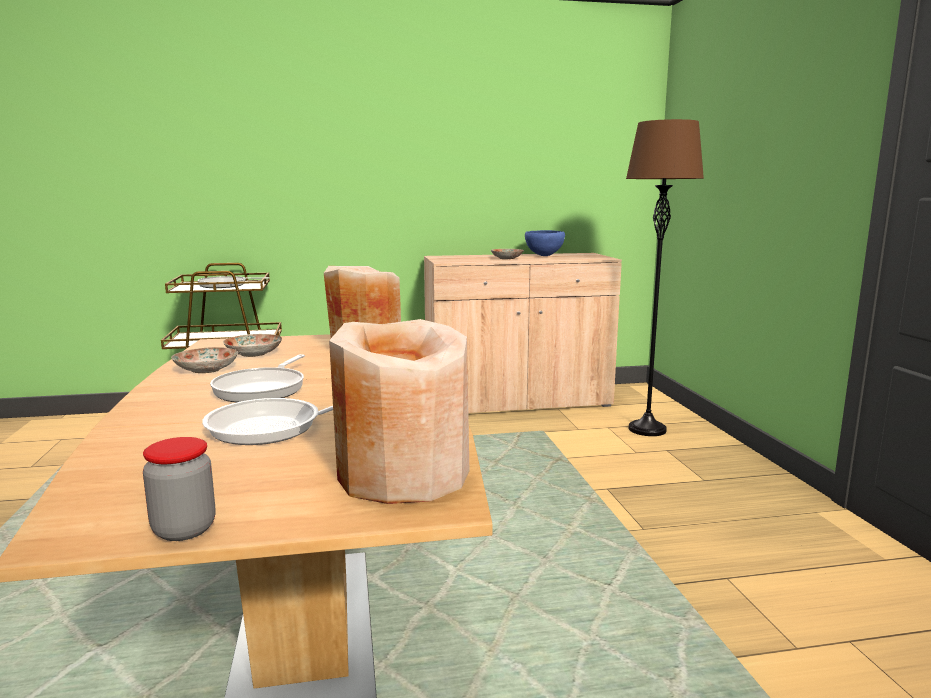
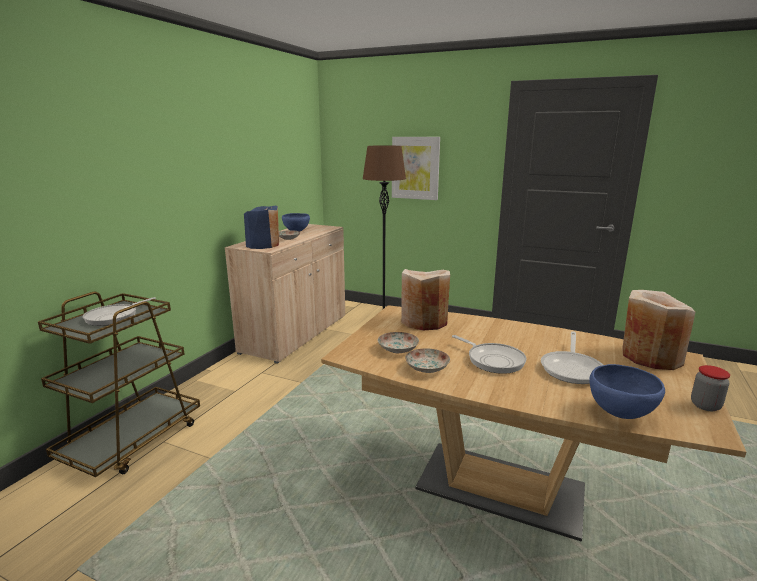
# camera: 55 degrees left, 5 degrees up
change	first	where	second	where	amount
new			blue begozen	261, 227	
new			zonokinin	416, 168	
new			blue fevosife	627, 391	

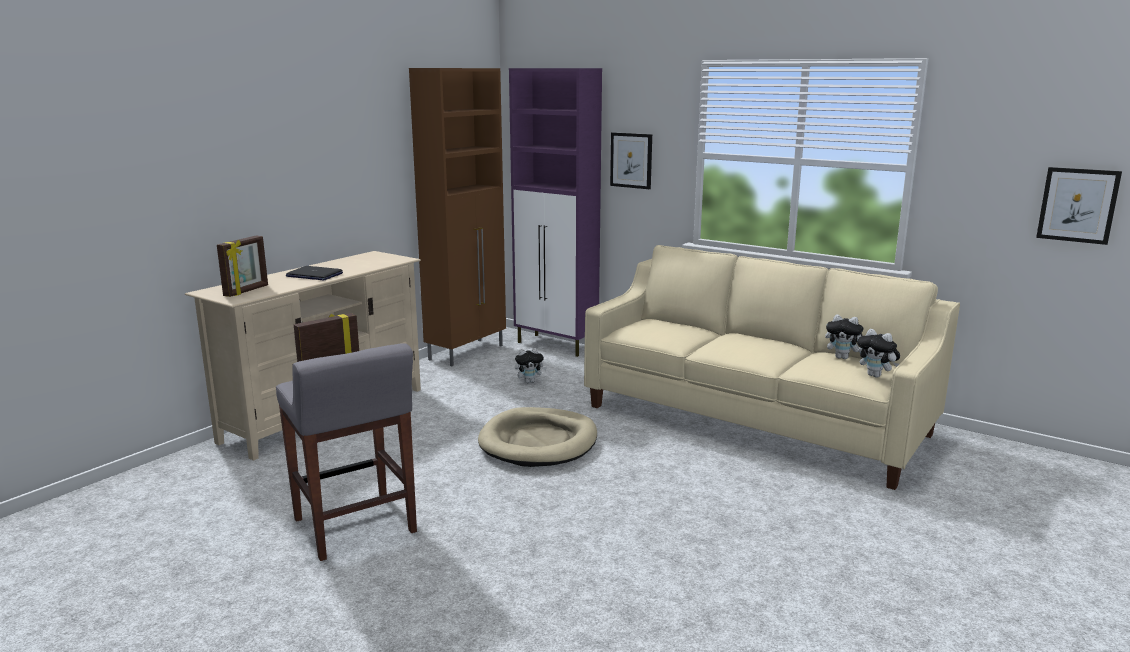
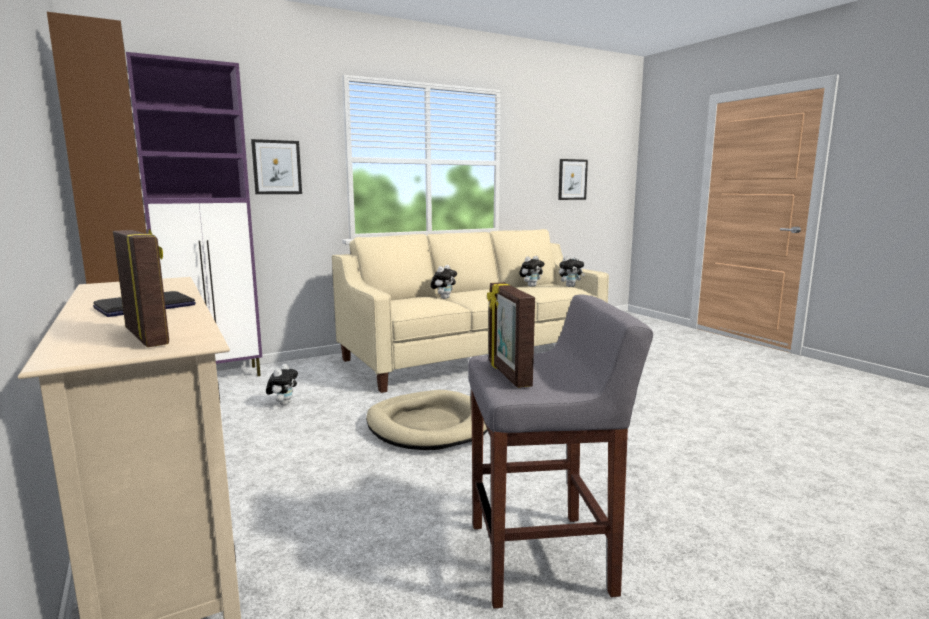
# camera: 65 degrees left, 5 degrees down
change	first	where	second	where	amount
new			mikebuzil	444, 282	

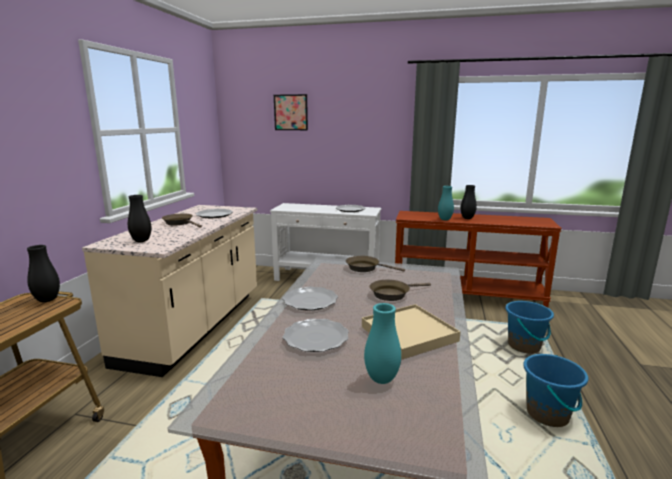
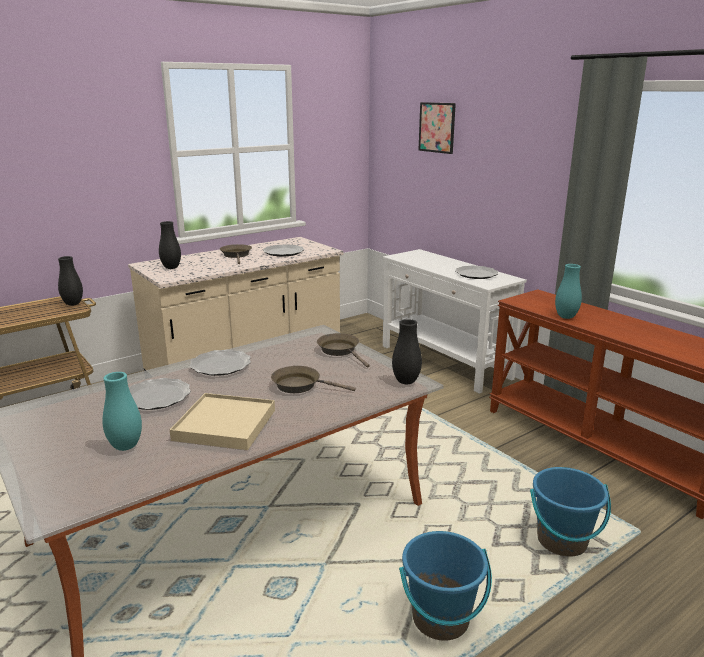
# camera: 40 degrees right, 5 degrees up
change	first	where	second	where	amount
shifted	black begozen	468, 202		407, 351	

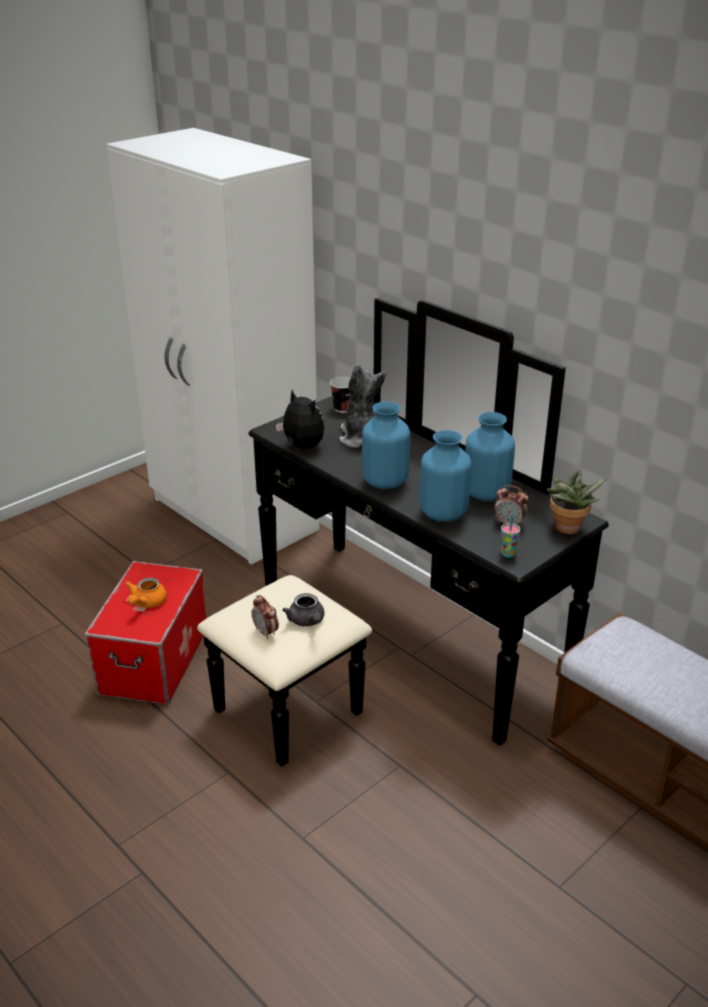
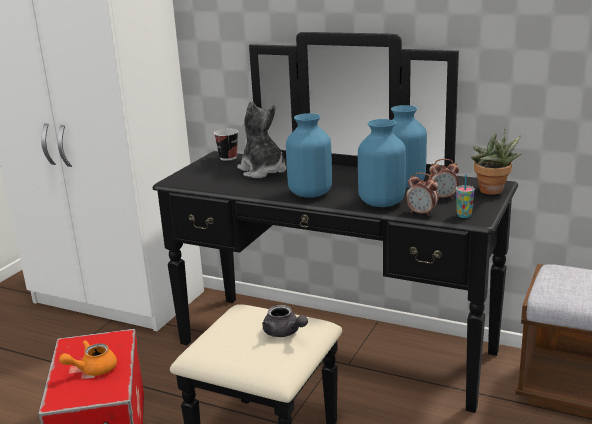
# camera: 20 degrees left, 10 degrees down
change	first	where	second	where	amount
gone	mikebuzil	300, 419			
shifted	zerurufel	265, 617		422, 194	
rotated	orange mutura	146, 592		88, 358	60 degrees clockwise

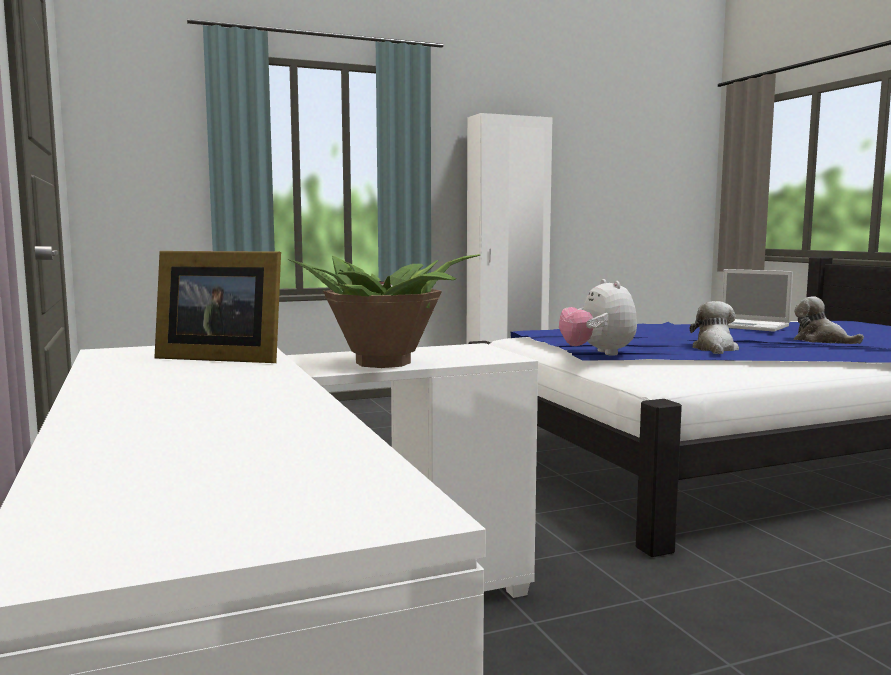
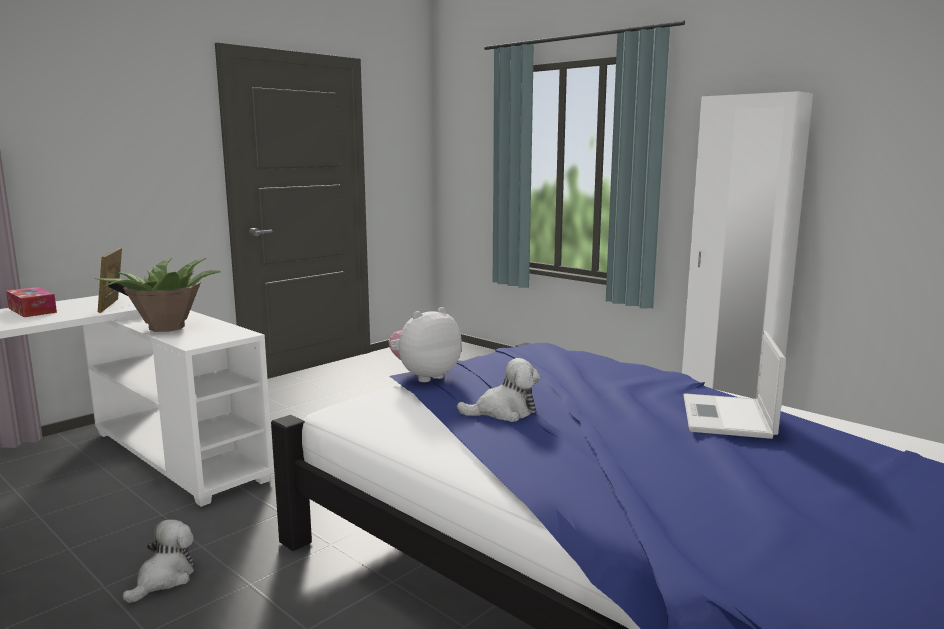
# camera: 65 degrees right, 5 degrees up
change	first	where	second	where	amount
new			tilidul	31, 302	
shifted	mikebuzil	829, 320		158, 561	

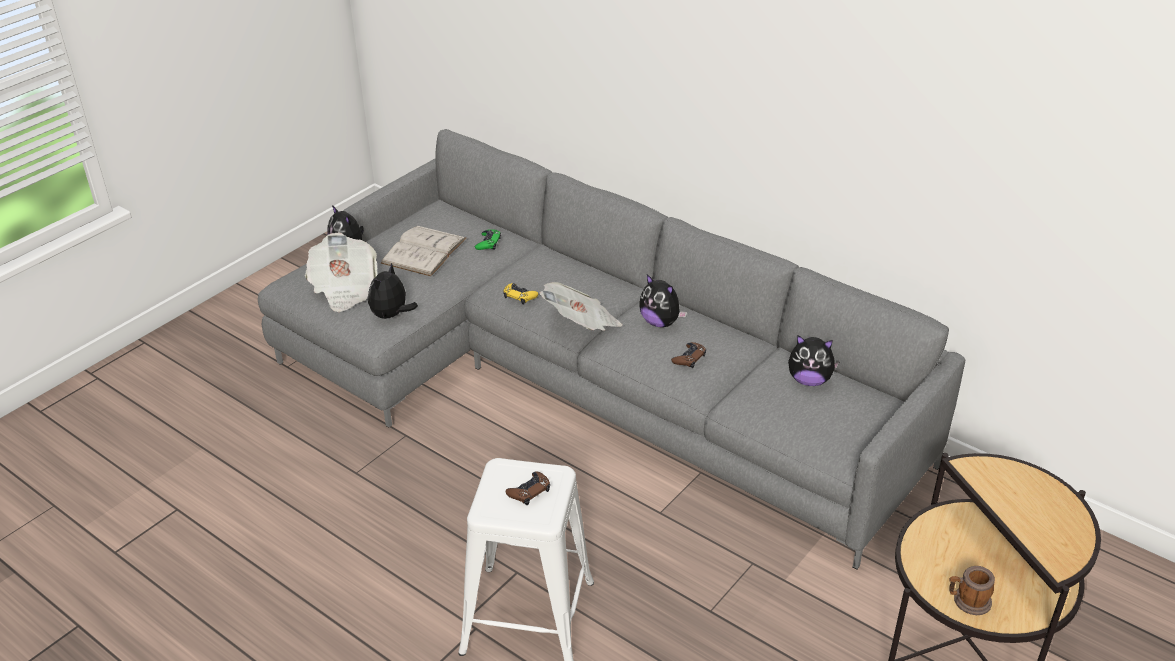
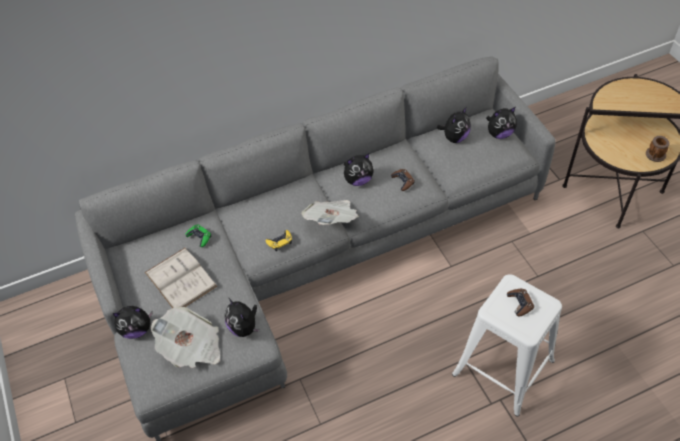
# camera: 60 degrees left, 15 degrees up
change	first	where	second	where	amount
new			mikebuzil	501, 123	

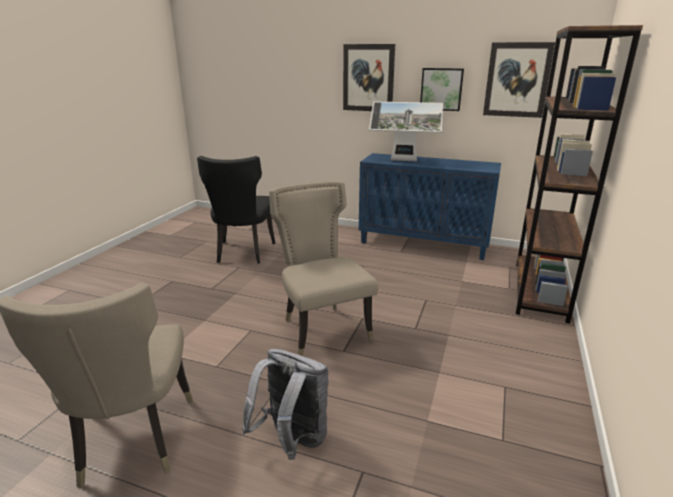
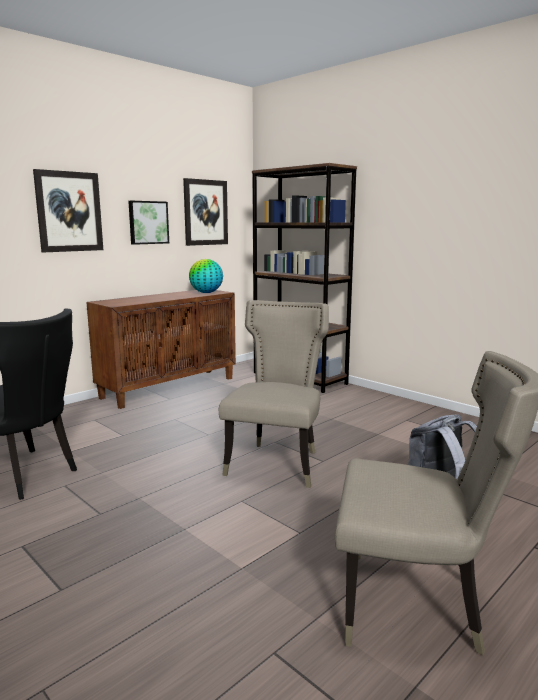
# camera: 65 degrees left, 10 degrees down
change	first	where	second	where	amount
gone	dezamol	406, 131			
new			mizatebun	206, 276	
repainted	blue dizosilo	430, 206	brown dizosilo	161, 349	
rotated	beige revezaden	323, 268		274, 394	105 degrees clockwise

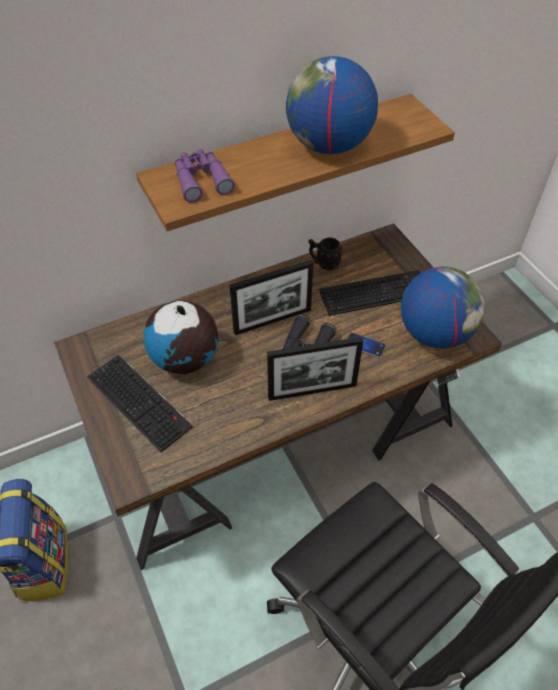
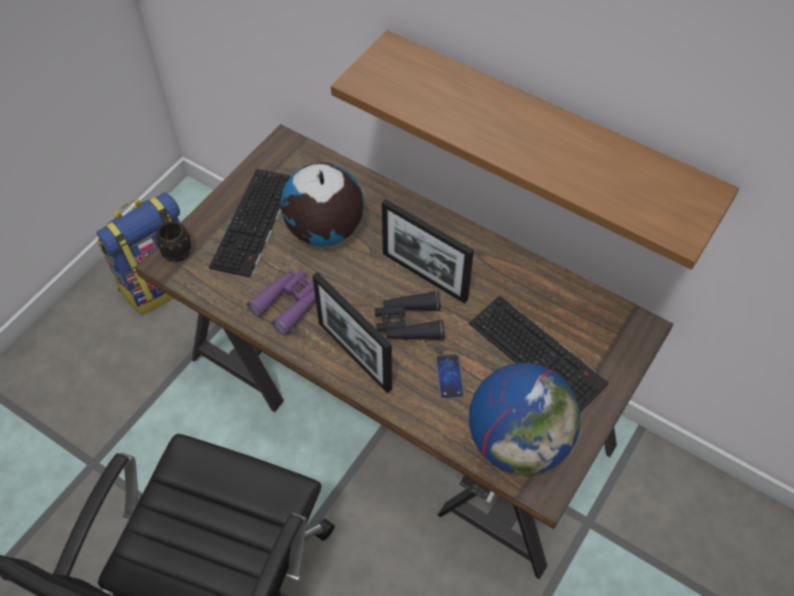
# camera: 60 degrees right, 5 degrees up
change	first	where	second	where	amount
gone	mizatebun	332, 105			
shifted	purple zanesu	205, 176		281, 302	
shifted	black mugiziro	325, 253		173, 235	

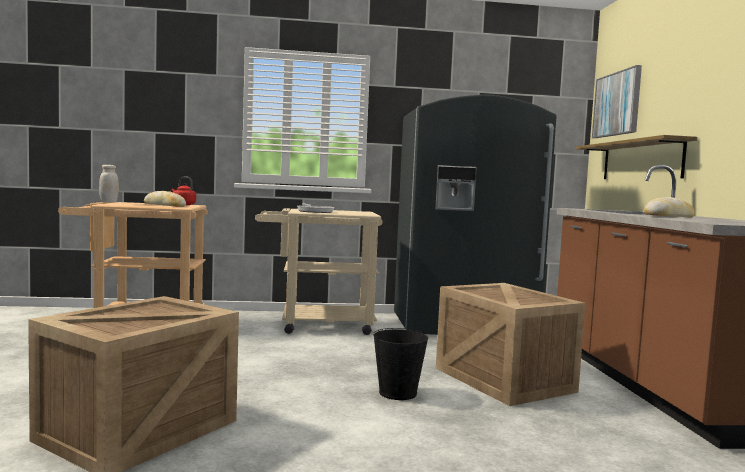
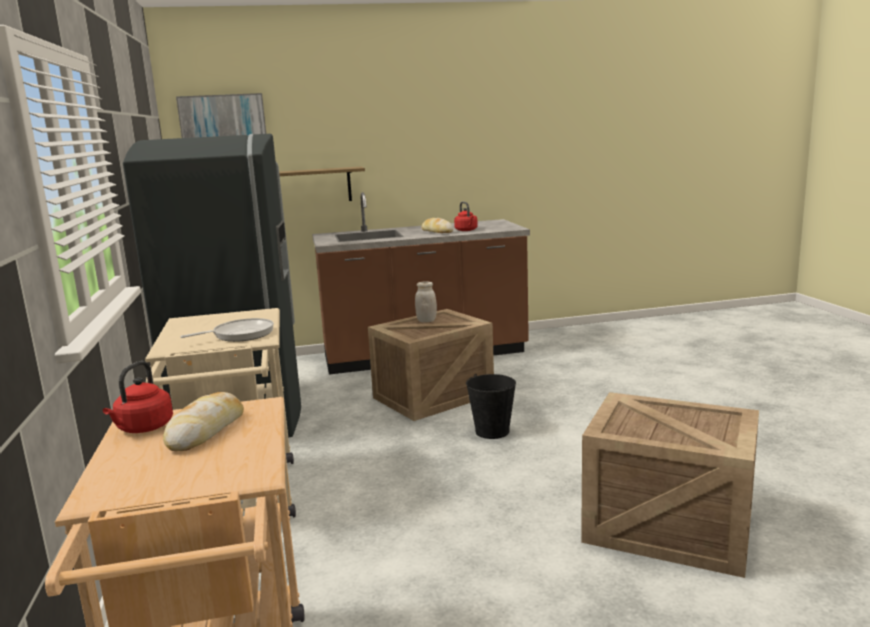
# camera: 95 degrees left, 10 degrees up
change	first	where	second	where	amount
new			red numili	466, 216	
shifted	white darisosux	109, 184		426, 302	

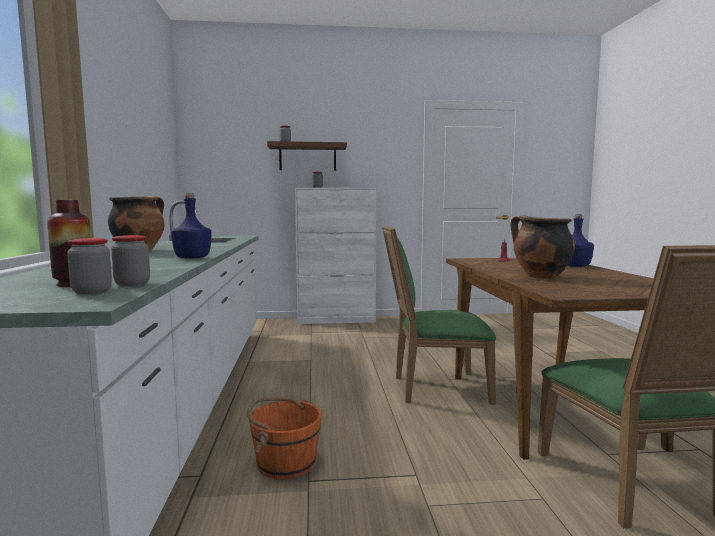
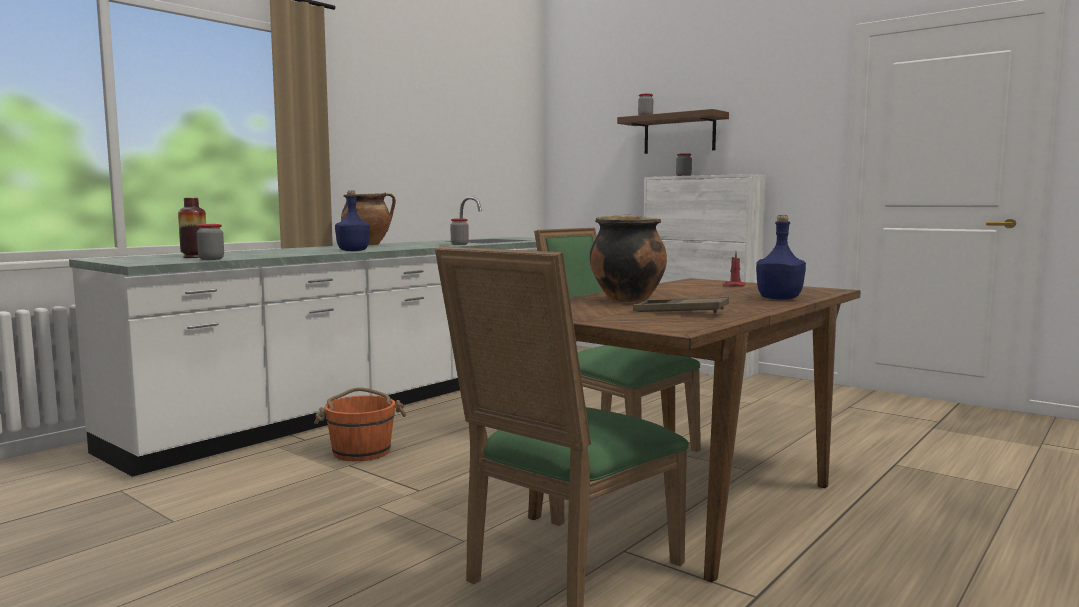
# camera: 45 degrees right, 0 degrees up
change	first	where	second	where	amount
new			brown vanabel	681, 305	
shifted	darisosux	89, 266		459, 232	

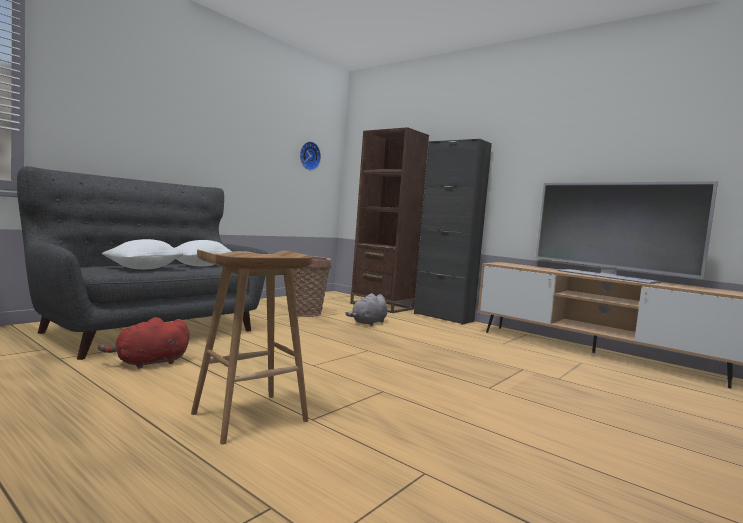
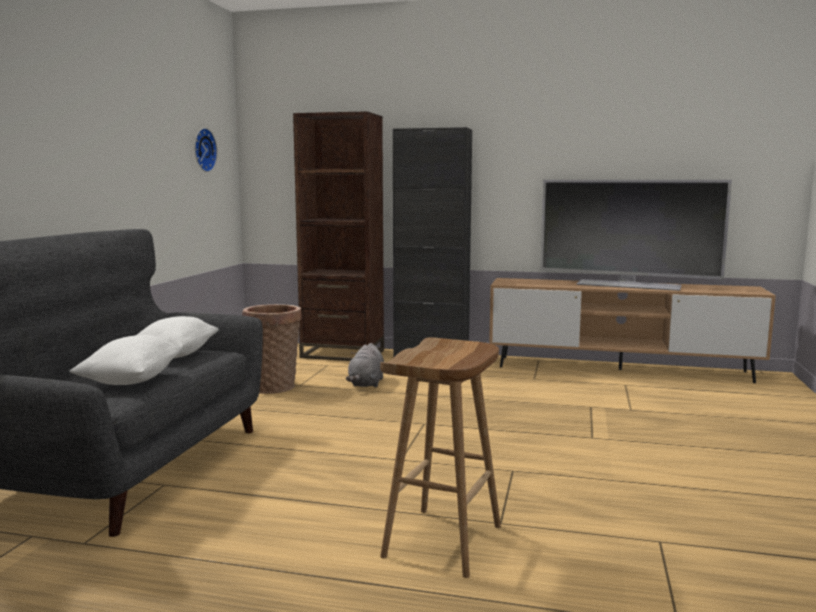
# camera: 25 degrees left, 5 degrees up
change	first	where	second	where	amount
gone	red mikebuzil	144, 343			

